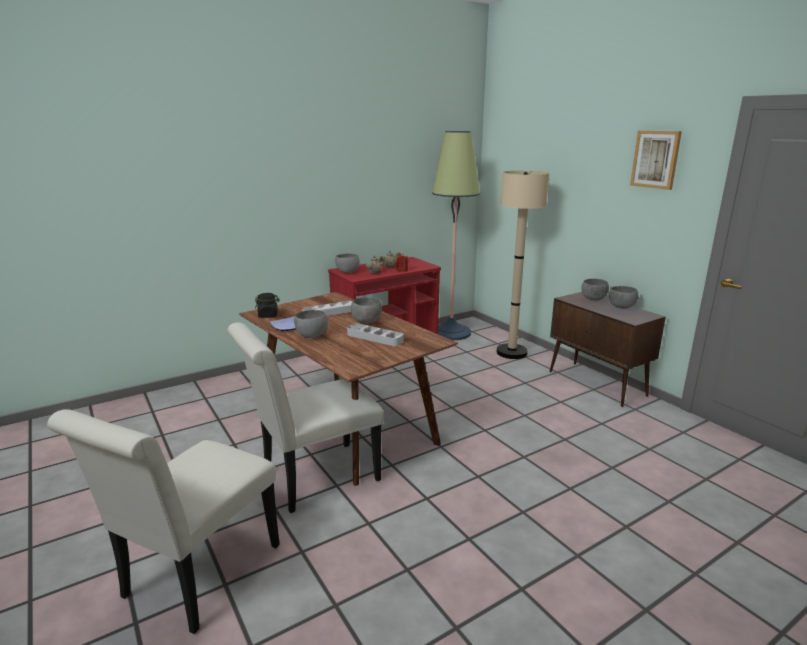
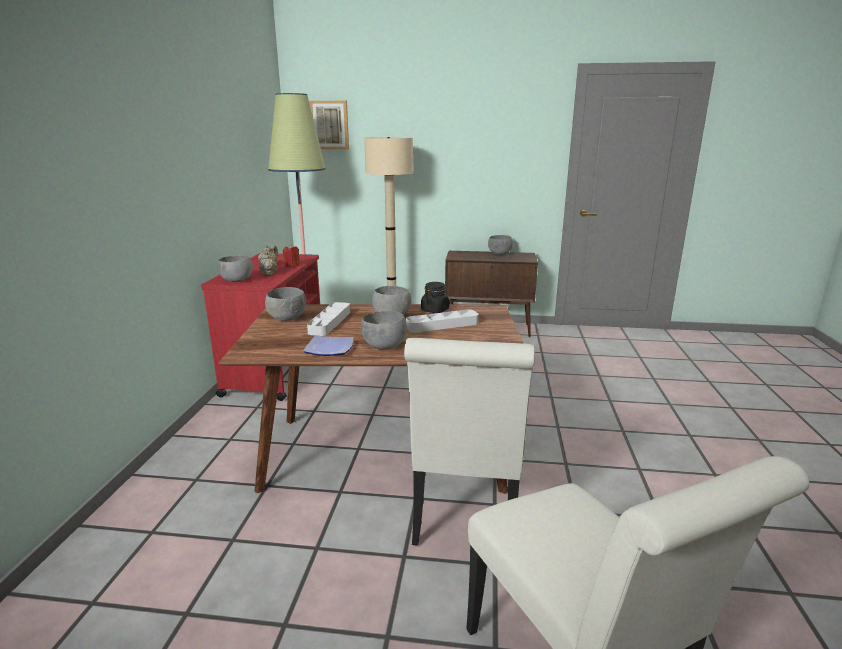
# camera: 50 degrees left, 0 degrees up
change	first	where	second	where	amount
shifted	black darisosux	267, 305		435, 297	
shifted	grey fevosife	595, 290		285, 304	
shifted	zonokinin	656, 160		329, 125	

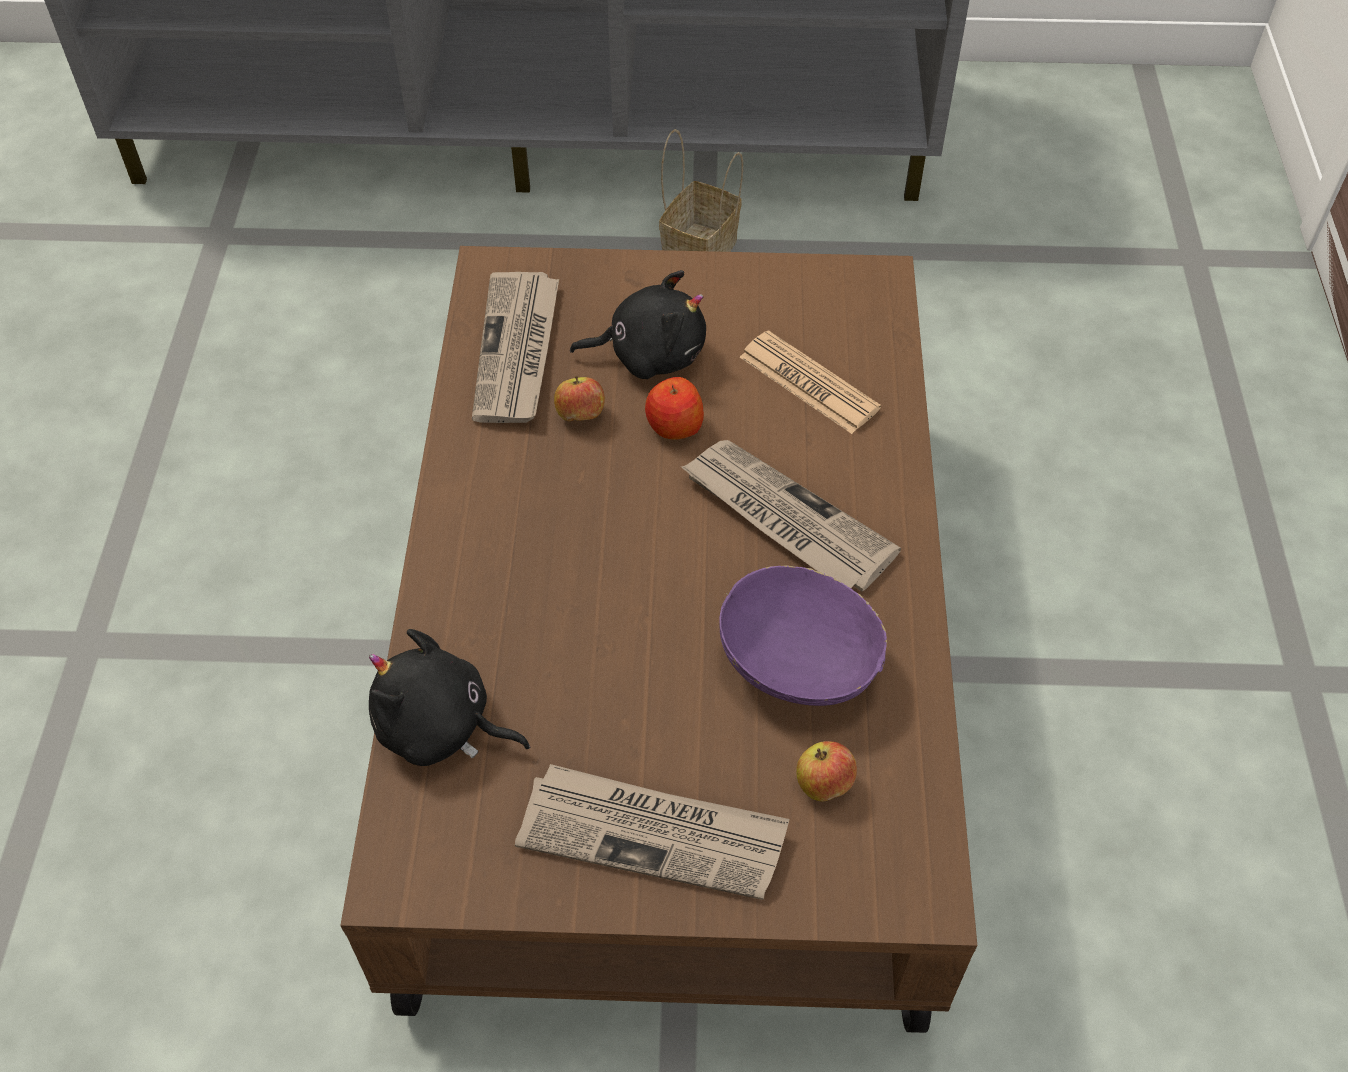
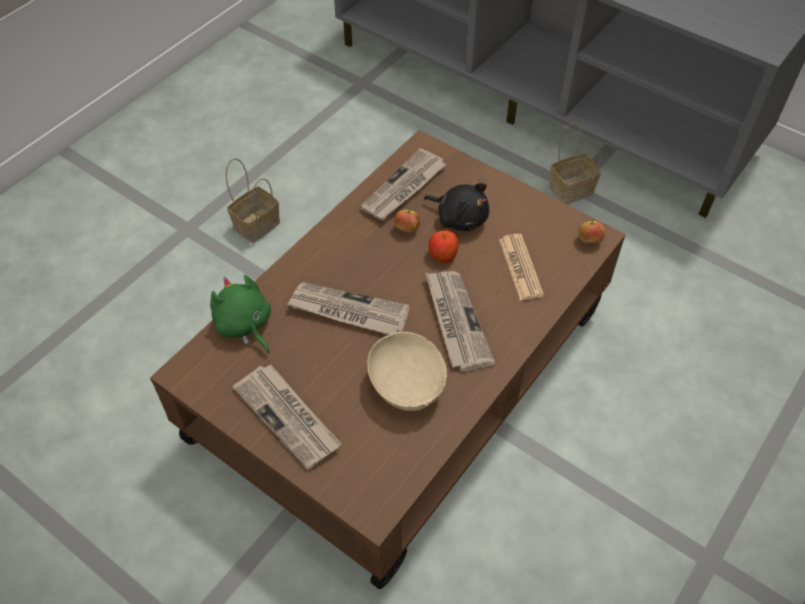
# camera: 35 degrees right, 0 degrees up
change	first	where	second	where	amount
new			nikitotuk	252, 200	
new			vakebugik	348, 308	
shifted	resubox	826, 771		592, 231	
repainted	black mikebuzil	449, 697	green mikebuzil	240, 314	
repainted	purple fevosife	803, 635	beige fevosife	407, 371	

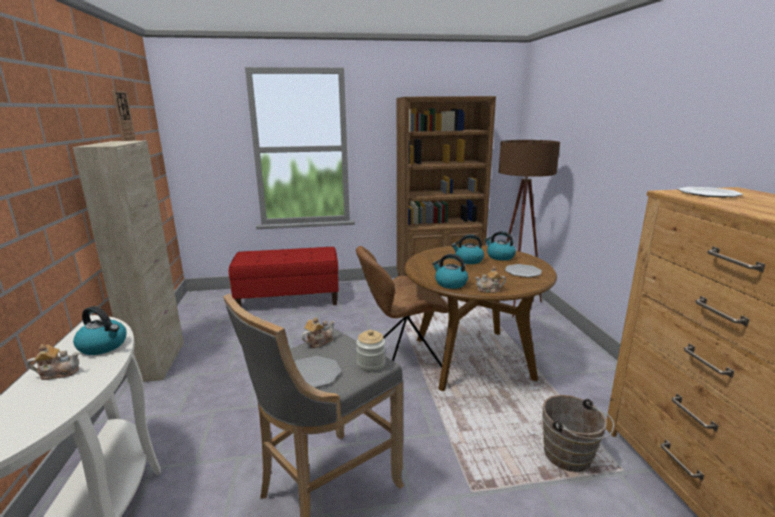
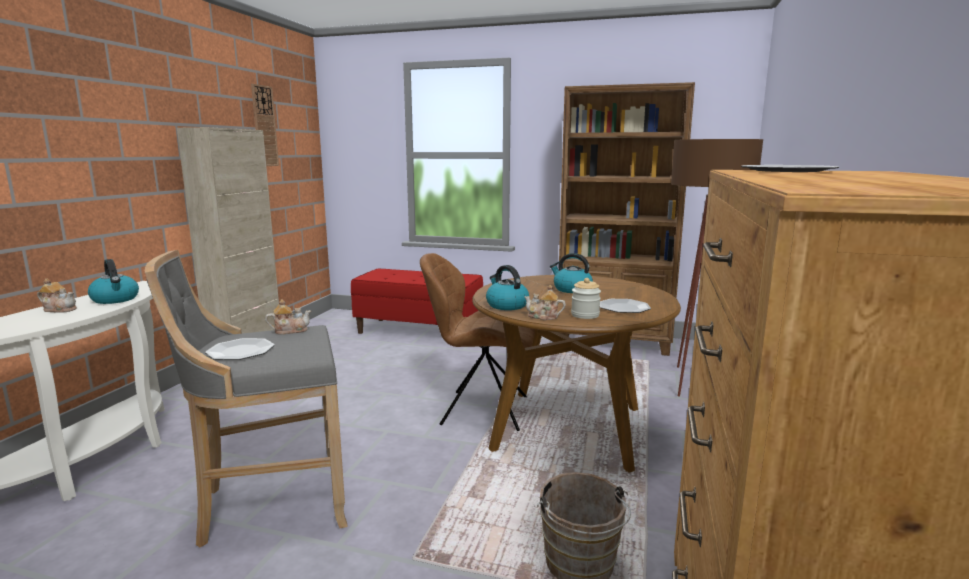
# camera: 25 degrees right, 5 degrees down
change	first	where	second	where	amount
gone	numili	500, 246			
shifted	darisosux	370, 351		586, 298	

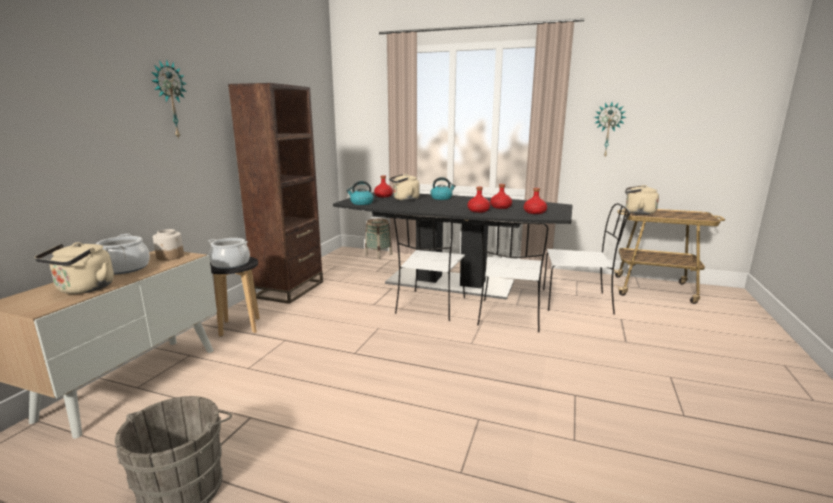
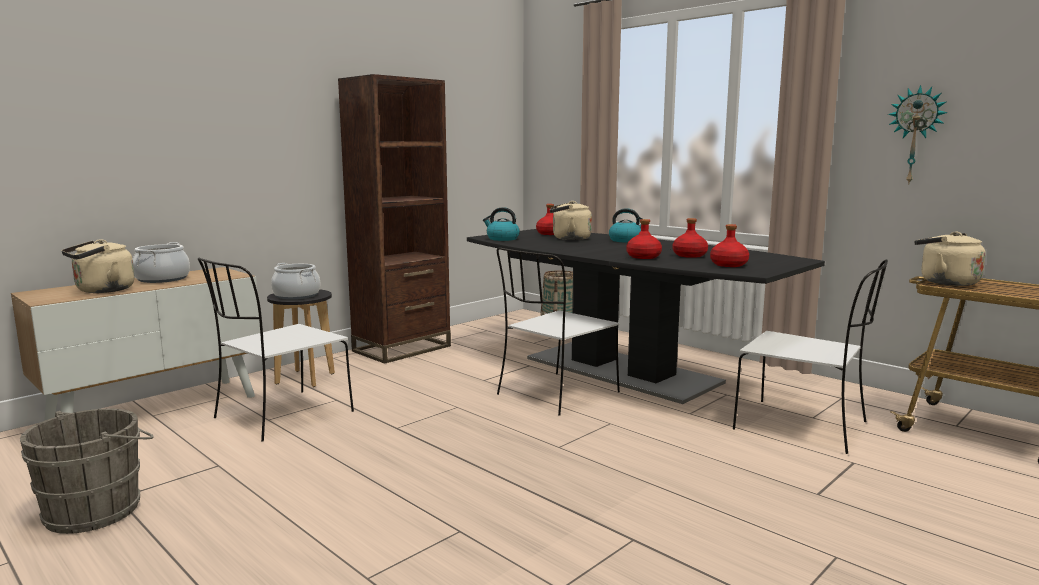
# camera: 25 degrees right, 5 degrees down
change	first	where	second	where	amount
gone	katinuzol	169, 99			
gone	darisosux	168, 245			
shifted	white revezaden	512, 276		276, 349	

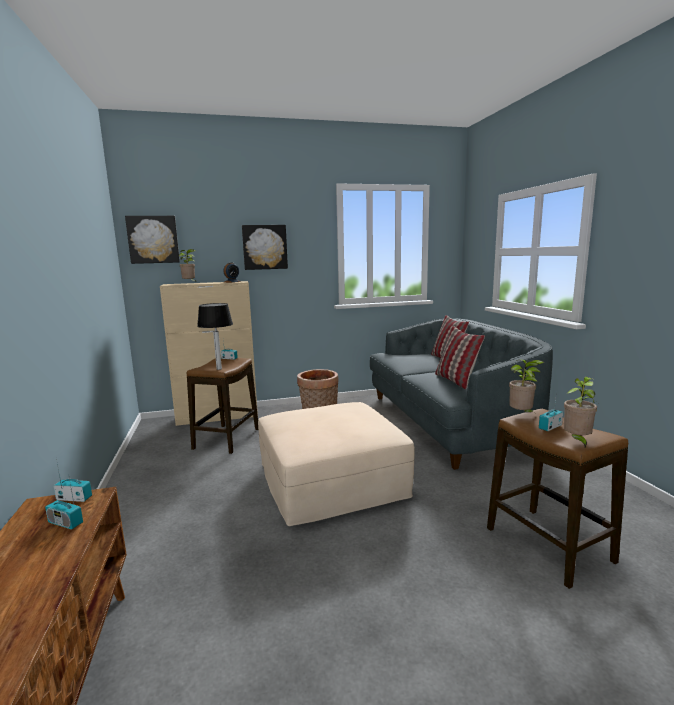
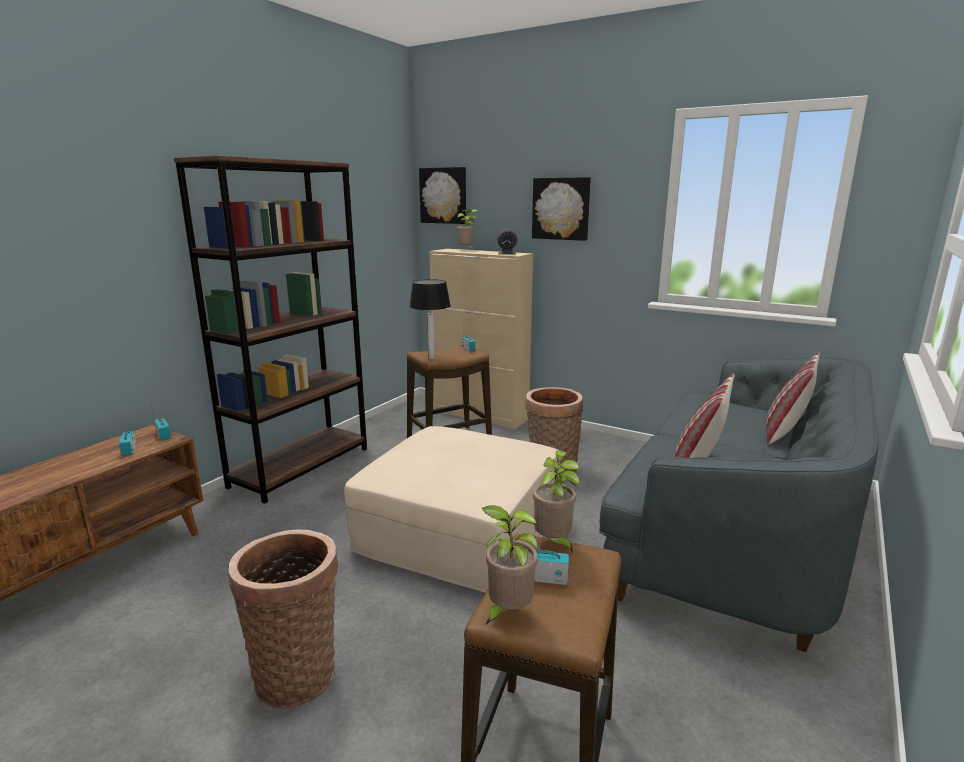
# camera: 45 degrees right, 5 degrees up
change	first	where	second	where	amount
new			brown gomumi	270, 329	
new			nikitotuk	283, 619	

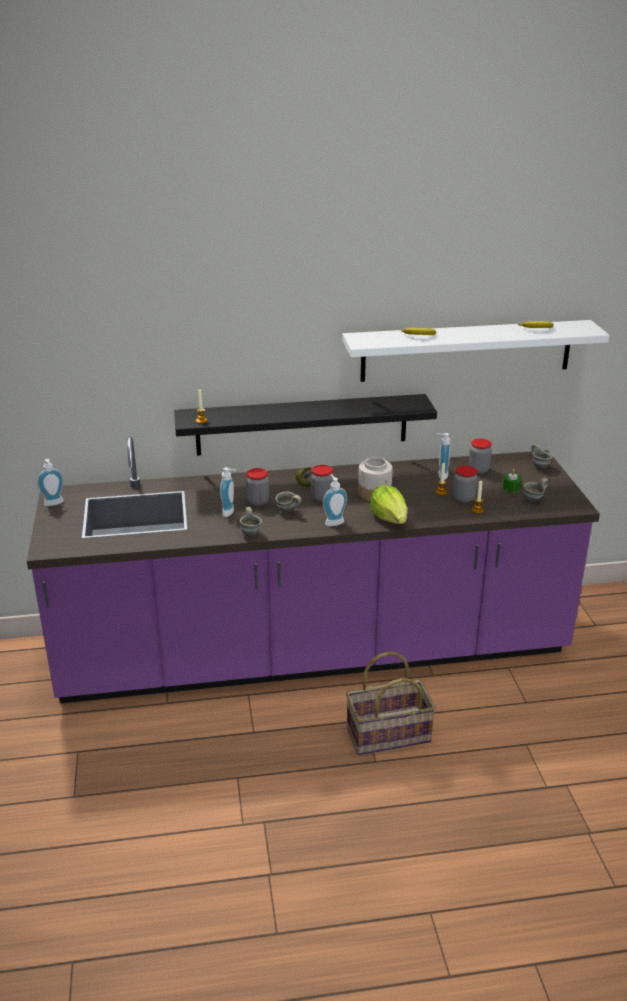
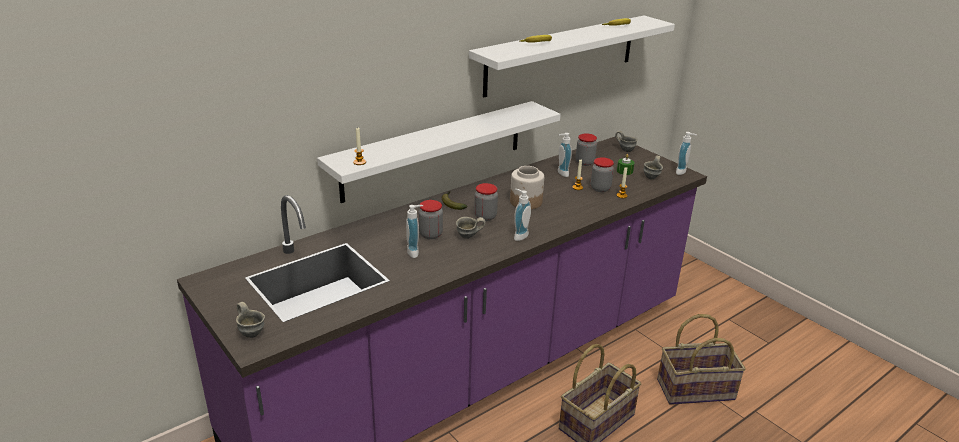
# camera: 30 degrees left, 0 degrees up
change	first	where	second	where	amount
gone	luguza	389, 504			
new			nikitotuk	701, 359	
shifted	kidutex	50, 482		686, 153	
shifted	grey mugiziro	251, 522		250, 320	
repainted	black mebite	305, 425	white mebite	439, 152	

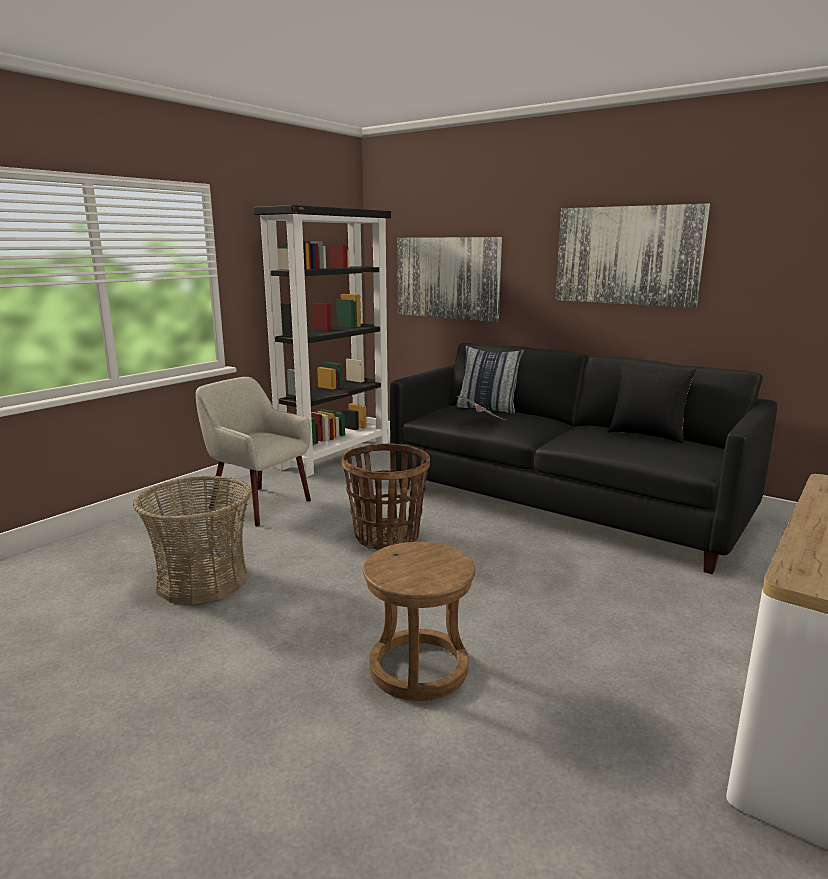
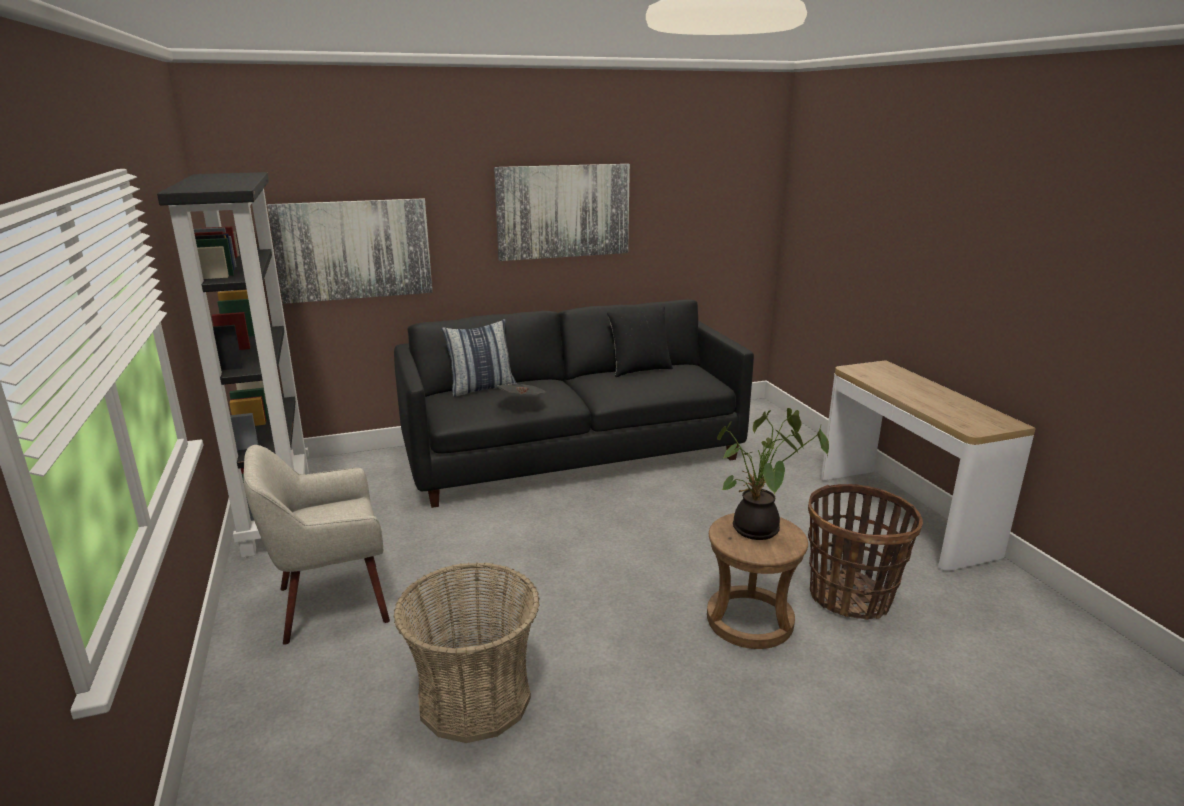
# camera: 55 degrees left, 5 degrees up
change	first	where	second	where	amount
new			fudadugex	773, 474	
shifted	nikitotuk	386, 497		865, 552	

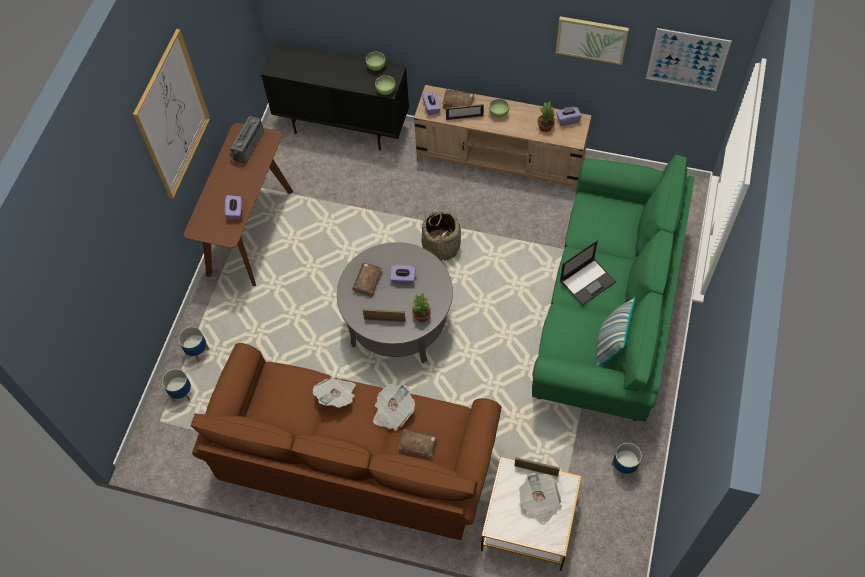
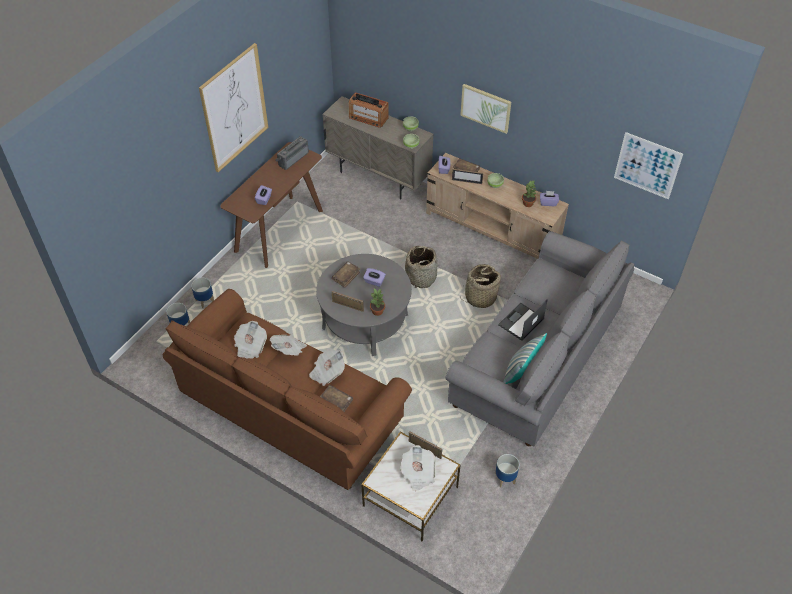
# camera: 15 degrees right, 10 degrees down
change	first	where	second	where	amount
new			vakebugik	250, 340	
new			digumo	369, 110	
new			nikitotuk	480, 286	
shifted	zonokinin	592, 40		485, 109	
repainted	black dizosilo	335, 96	beige dizosilo	378, 148	
repainted	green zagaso	613, 288	grey zagaso	539, 338	
rotated	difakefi	588, 273		523, 320	150 degrees clockwise

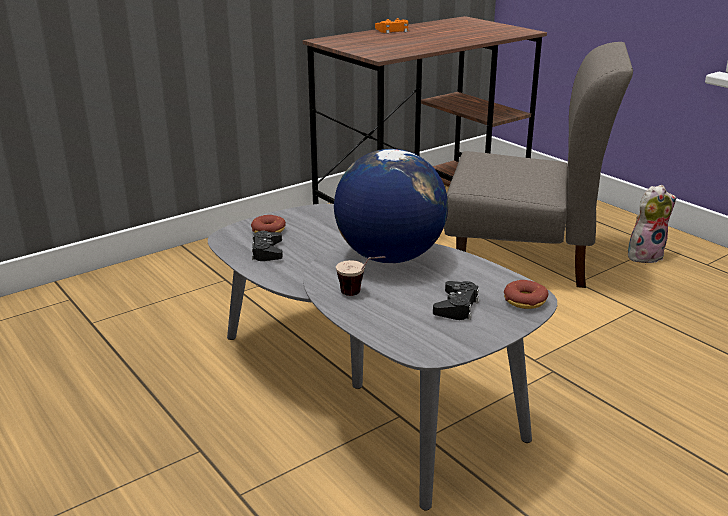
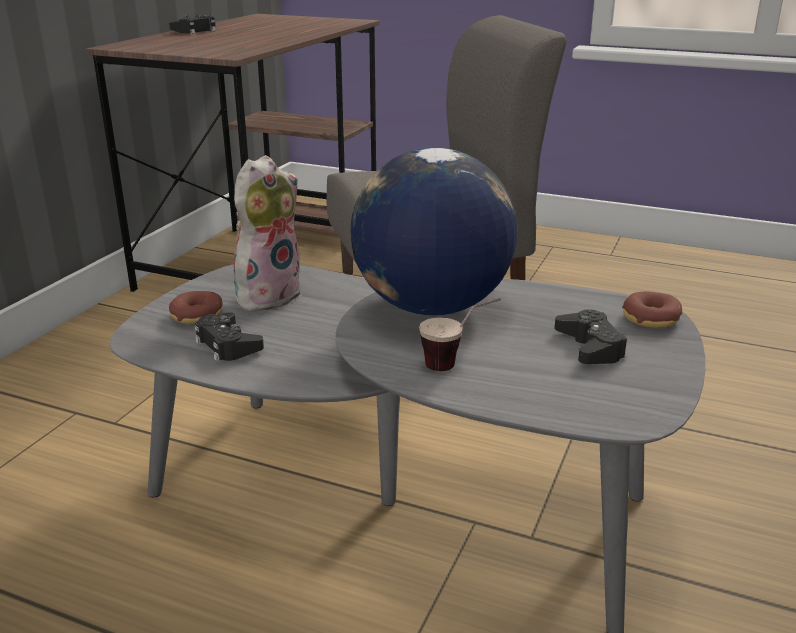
# camera: 30 degrees left, 0 degrees up
change	first	where	second	where	amount
shifted	mikebuzil	652, 224		268, 233	
repainted	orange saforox	391, 26	black saforox	192, 24	

